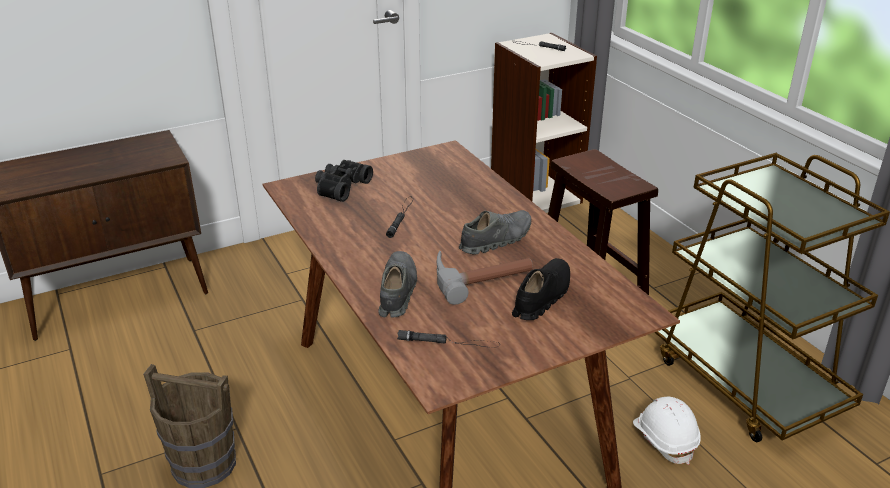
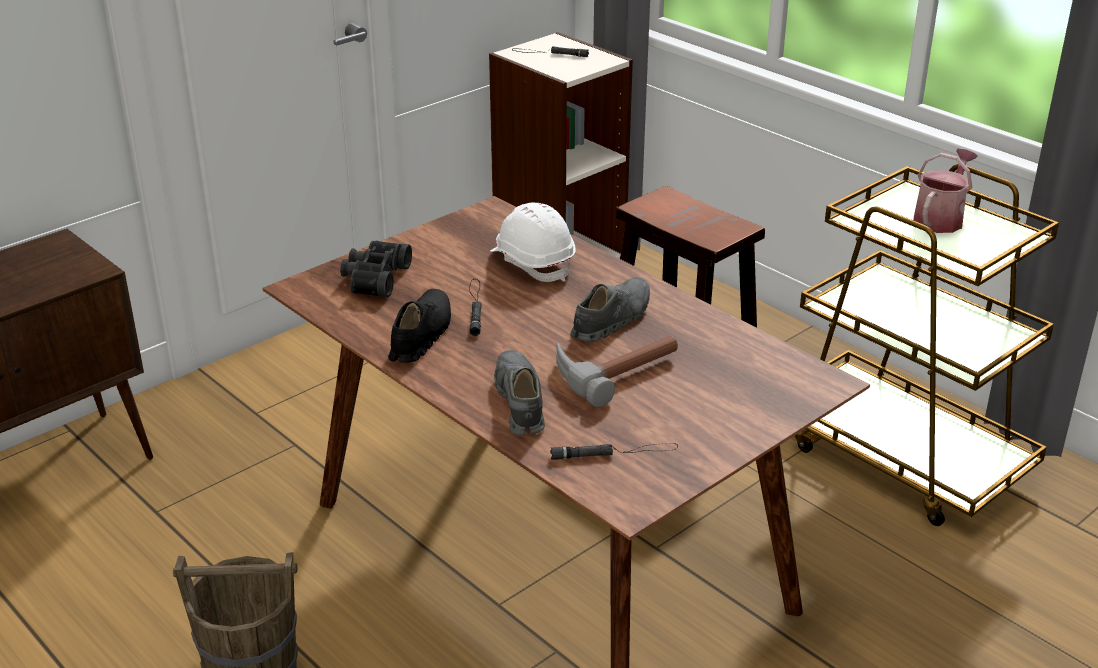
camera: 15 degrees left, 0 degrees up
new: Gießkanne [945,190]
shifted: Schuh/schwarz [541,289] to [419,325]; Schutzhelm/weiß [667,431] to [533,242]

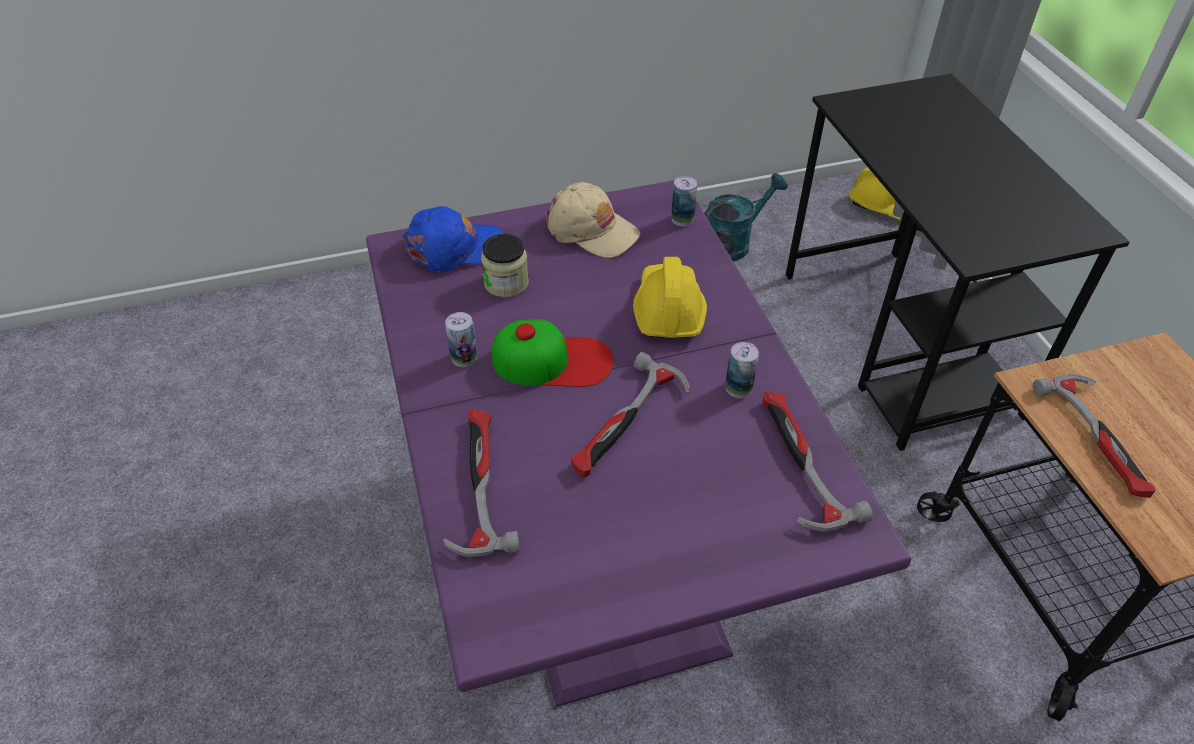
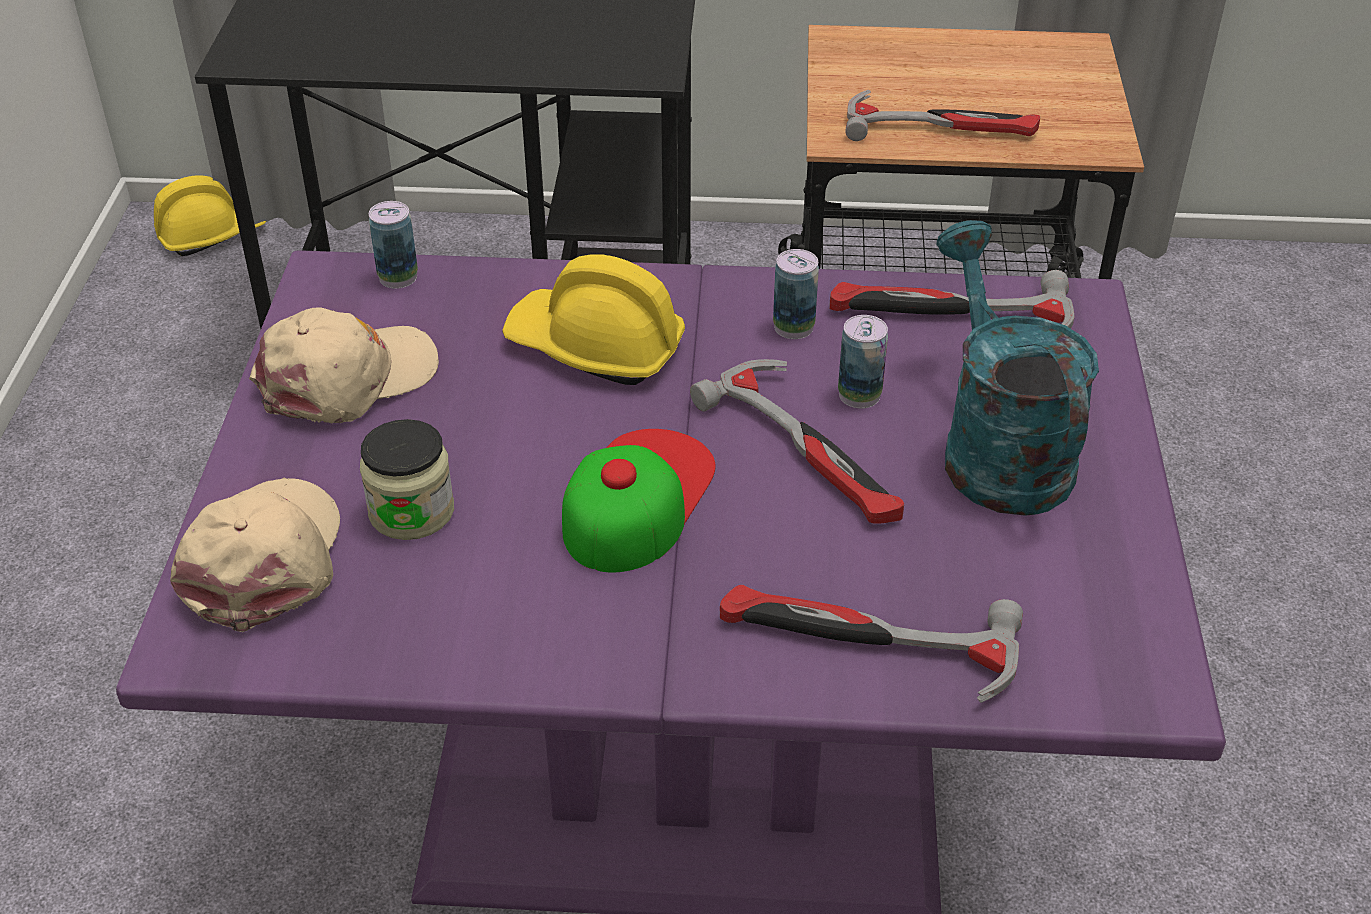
camera: 70 degrees left, 5 degrees down
shifted: Dose [461,339] to [863,361]; Gießkanne/türkis [746,217] to [1017,368]
repainted: Kappe/blau [454,239] to Kappe/beige [255,555]

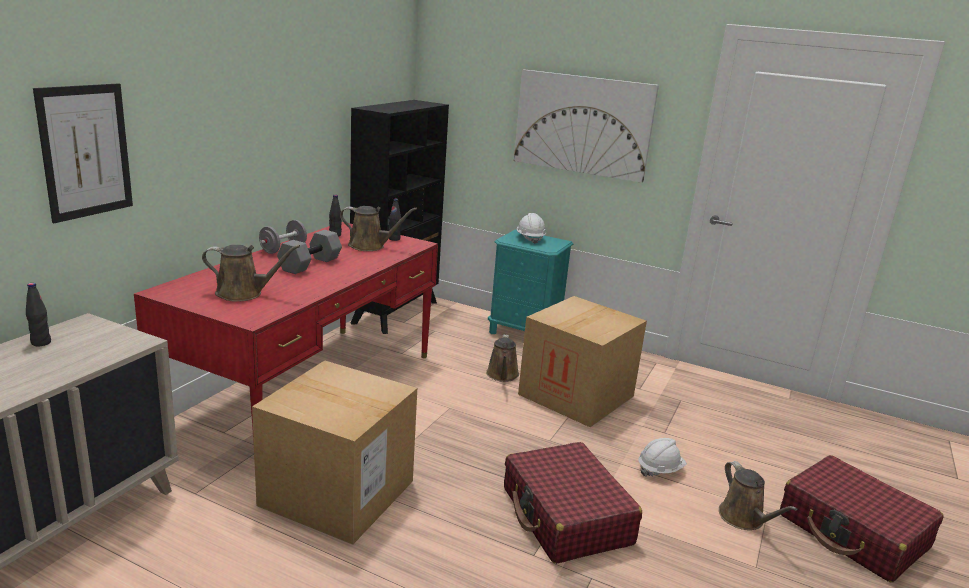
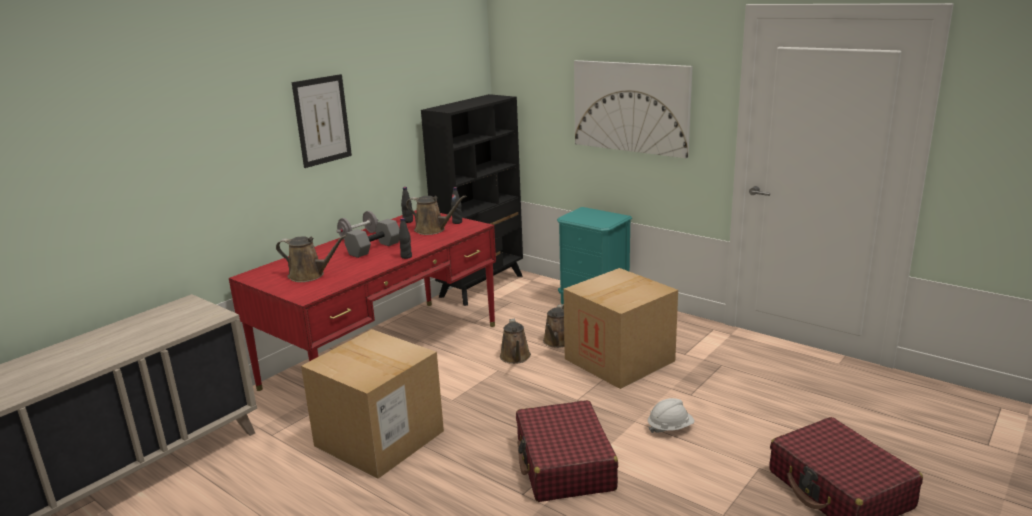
camera: 15 degrees right, 0 degrees up
gone: Schutzhelm/weiß [531,228]
shifted: Bild [83,153] to [322,121]; Flasche/schwarz [38,314] to [405,238]; Gießkanne/braun [758,495] to [515,341]

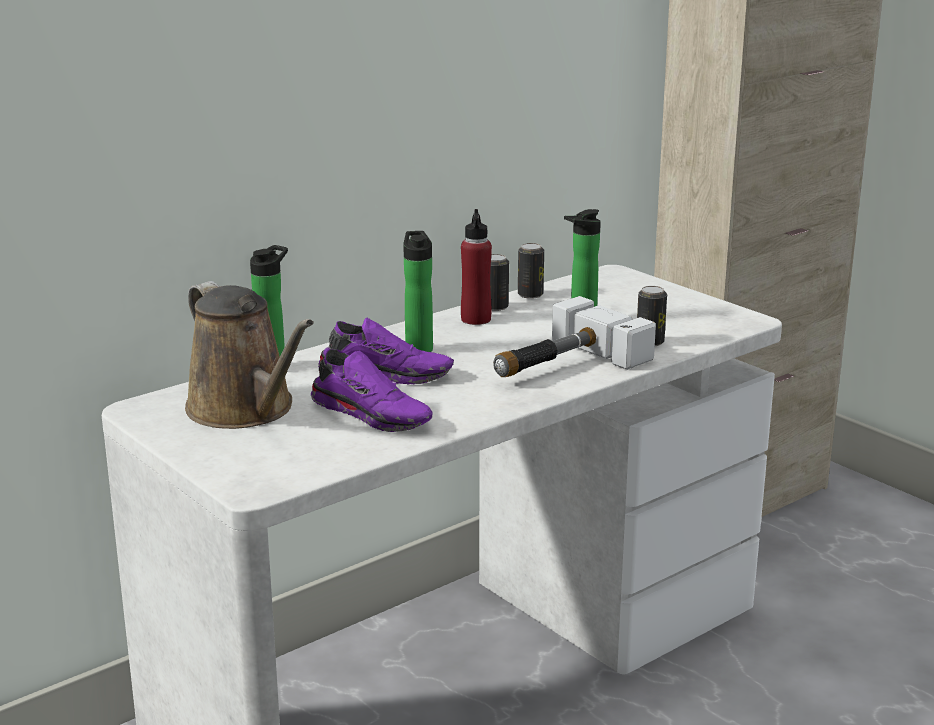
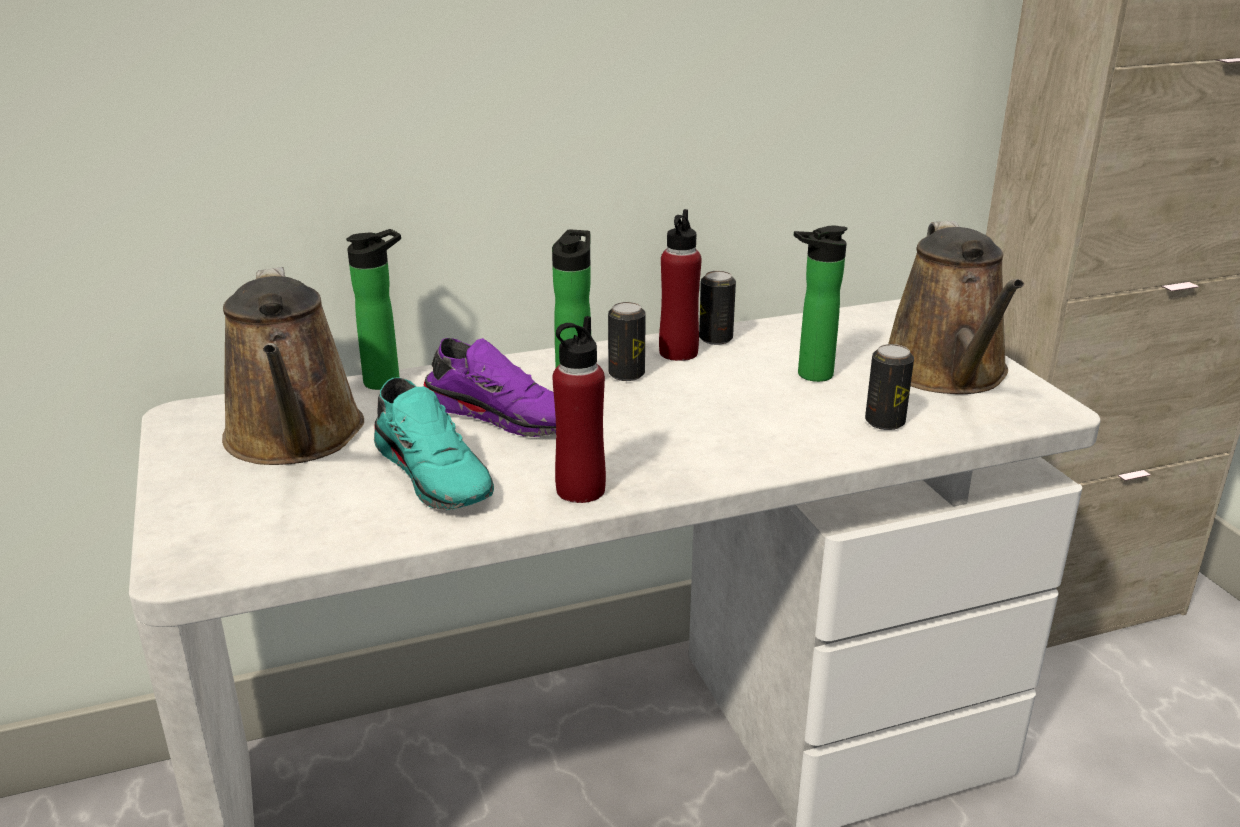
camera: 20 degrees right, 5 degrees up
gone: Hammer [574,336]
new: Flasche/rot [579,409]; Gießkanne/braun [956,307]
shifted: Dose [531,271] to [627,341]
repainted: Schuh/lila [372,390] to Schuh/türkis [434,443]

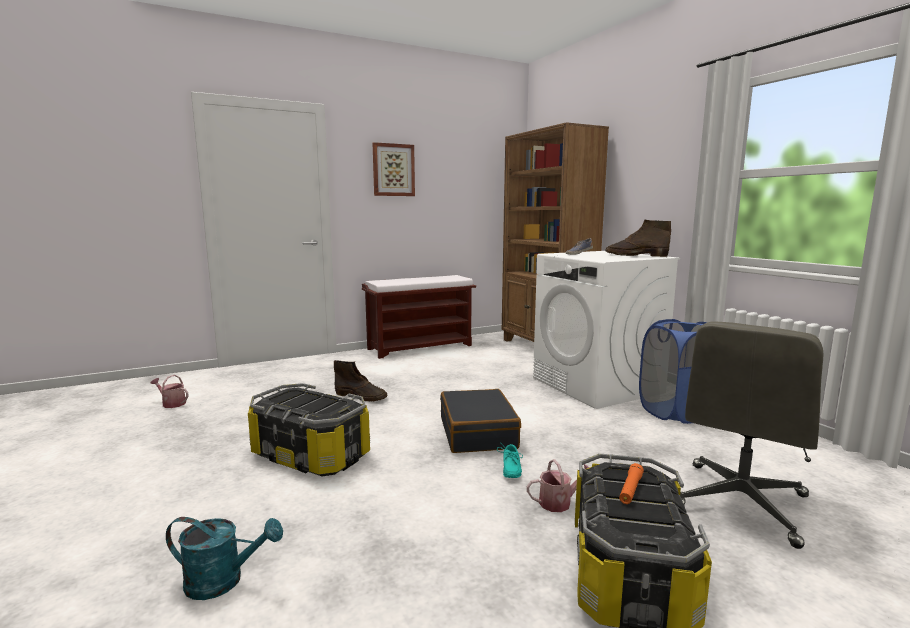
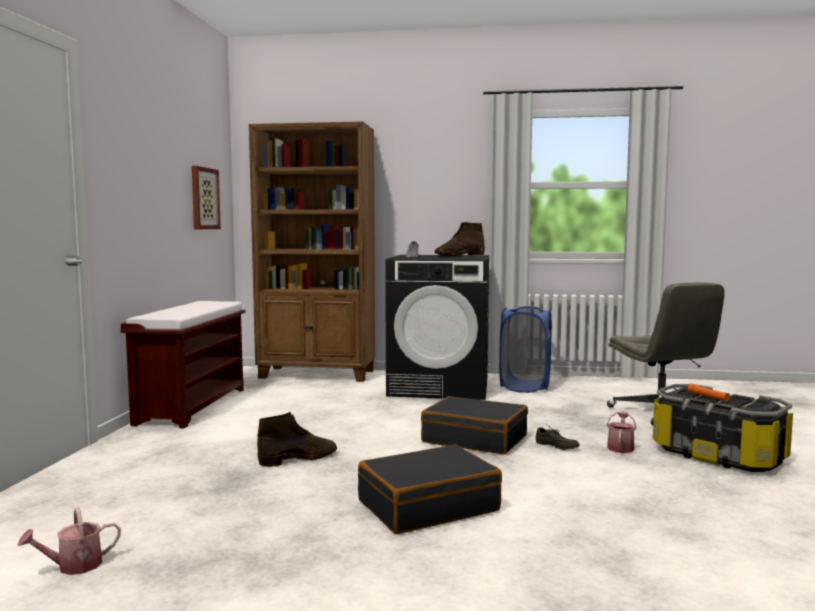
camera: 55 degrees left, 5 degrees down
gone: Gießkanne/türkis [224,558]
shifted: Bild [394,169] to [206,197]
swapped: Aufbewahrungsbox [309,429] to Koffer/schwarz [430,489]
repainted: Waschmaschine/weiß [606,330] to Waschmaschine/schwarz [437,327]; Schuh/türkis [510,460] to Schuh/grau [558,437]

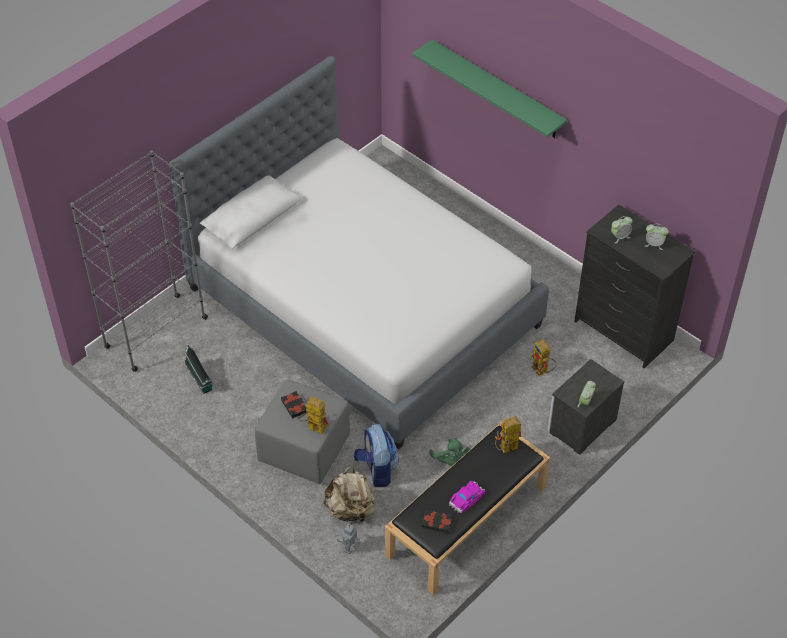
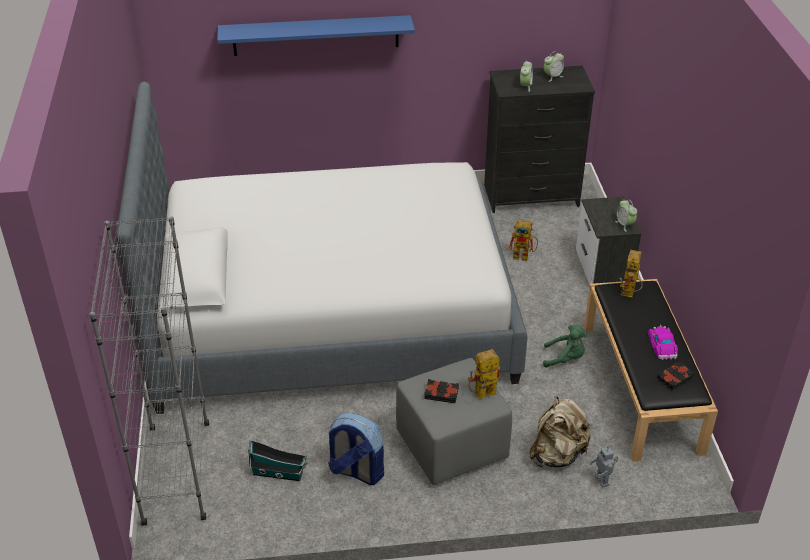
camera: 50 degrees left, 10 degrees down
shifted: Rucksack [376,455] to [356,449]
repainted: Wandregal/grün [489,89] to Wandregal/blau [316,35]

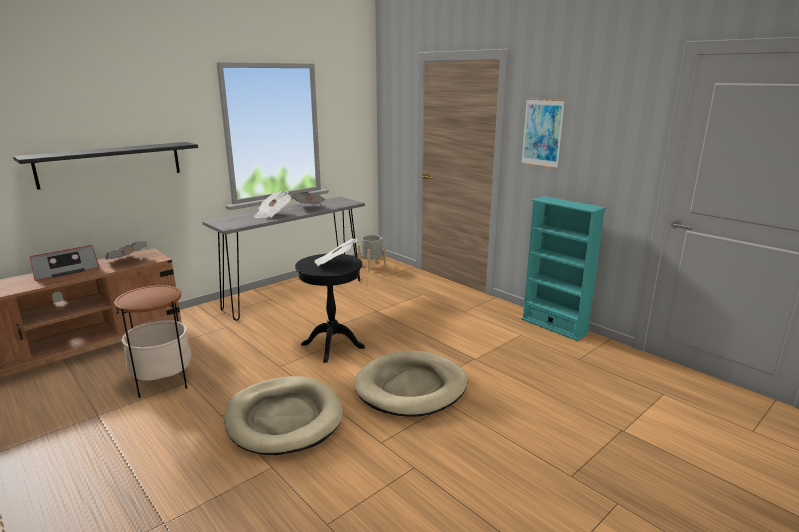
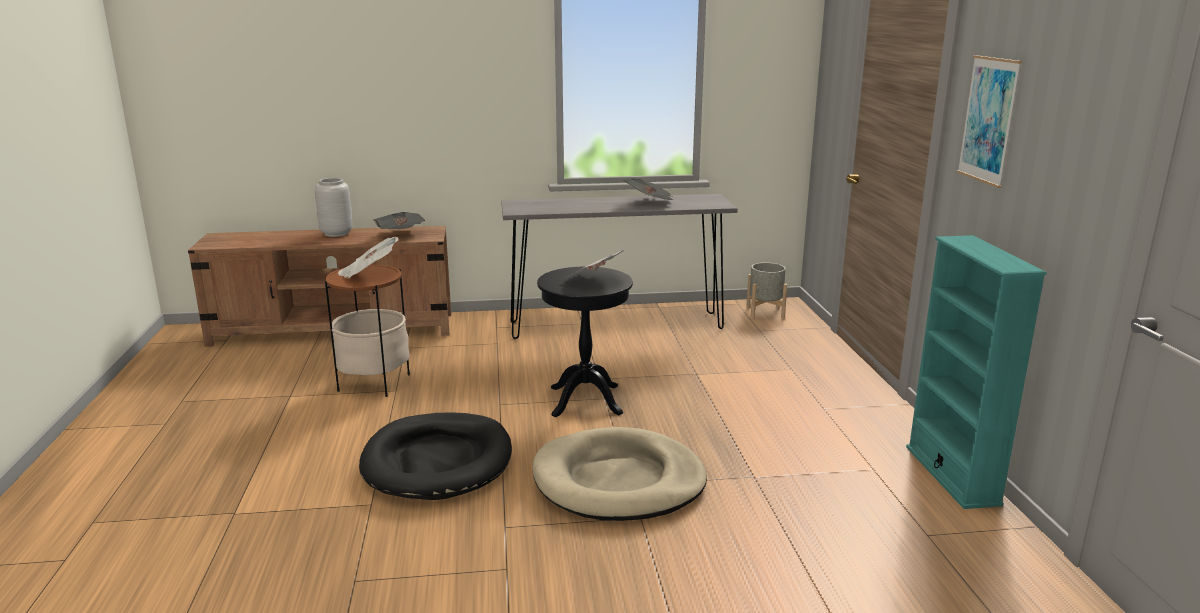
camera: 35 degrees right, 0 degrees up
gone: Wandregal/schwarz [105,166]
shifted: Zeitung [272,204] to [368,257]
swapped: Radio [64,263] to Vase/grau [334,207]
repainted: Hundebett/beige [283,415] to Hundebett/schwarz [435,456]

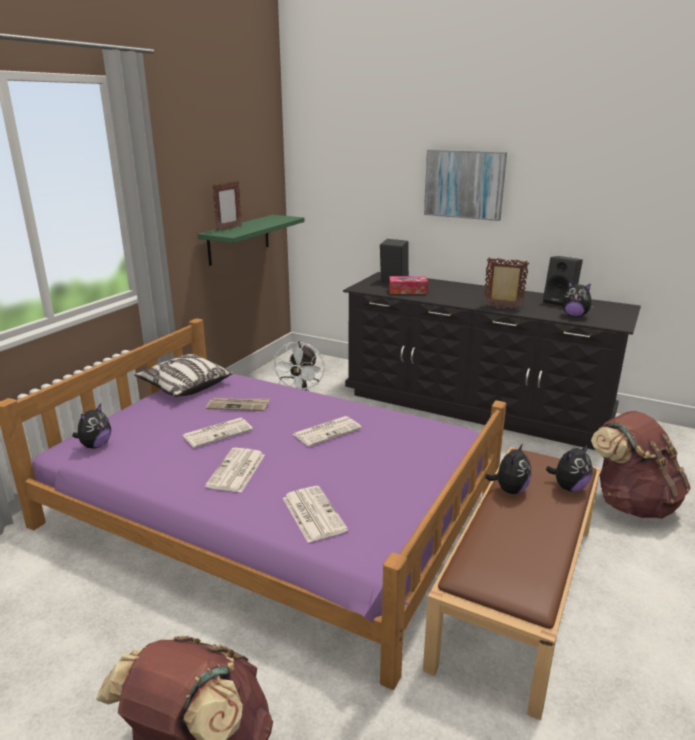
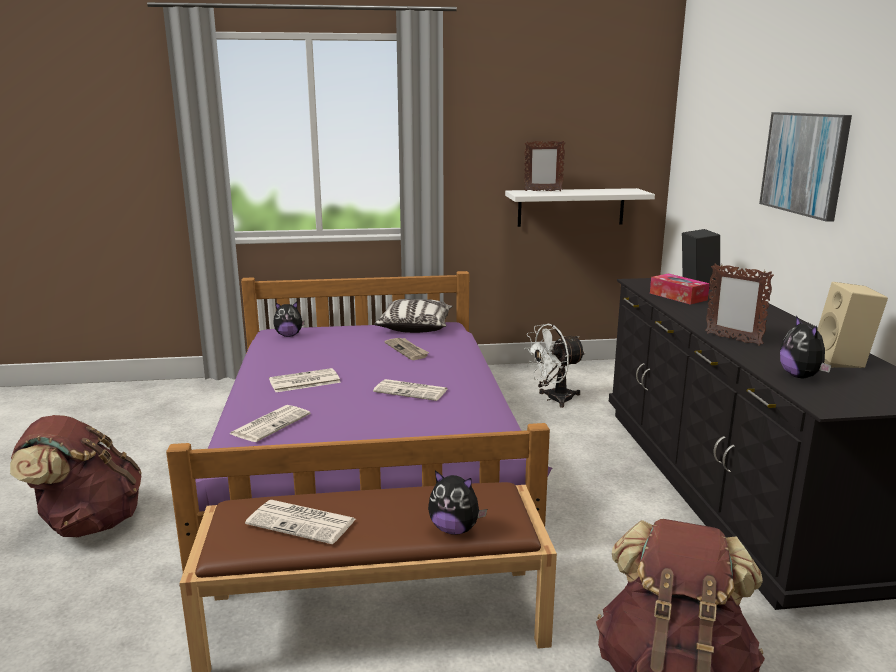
camera: 55 degrees right, 5 degrees down
gone: Plüschtier [508,468]
shifted: Zeitung [217,433] to [300,522]
repainted: Wandregal/grün [251,240] to Wandregal/weiß [580,207]; Lautsprecher/schwarz [563,281] to Lautsprecher/beige [852,325]
rotated: Bilderrahmen [506,283] = [739,305] 150 degrees clockwise

